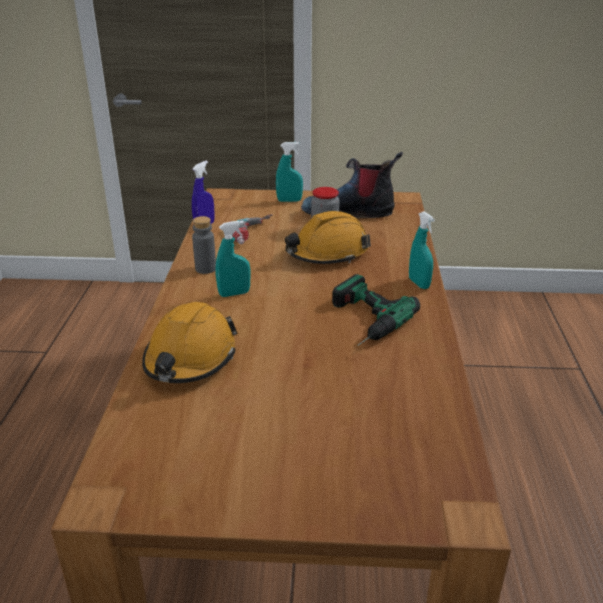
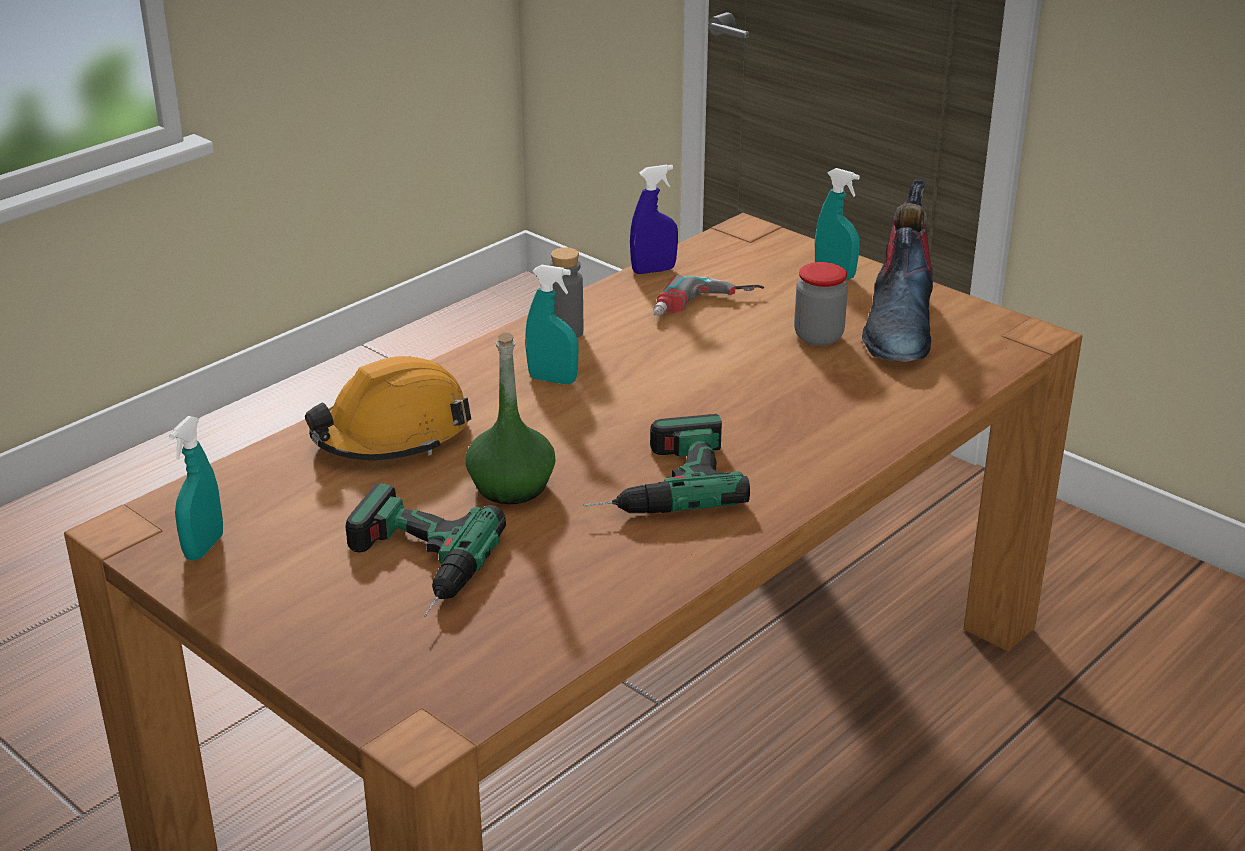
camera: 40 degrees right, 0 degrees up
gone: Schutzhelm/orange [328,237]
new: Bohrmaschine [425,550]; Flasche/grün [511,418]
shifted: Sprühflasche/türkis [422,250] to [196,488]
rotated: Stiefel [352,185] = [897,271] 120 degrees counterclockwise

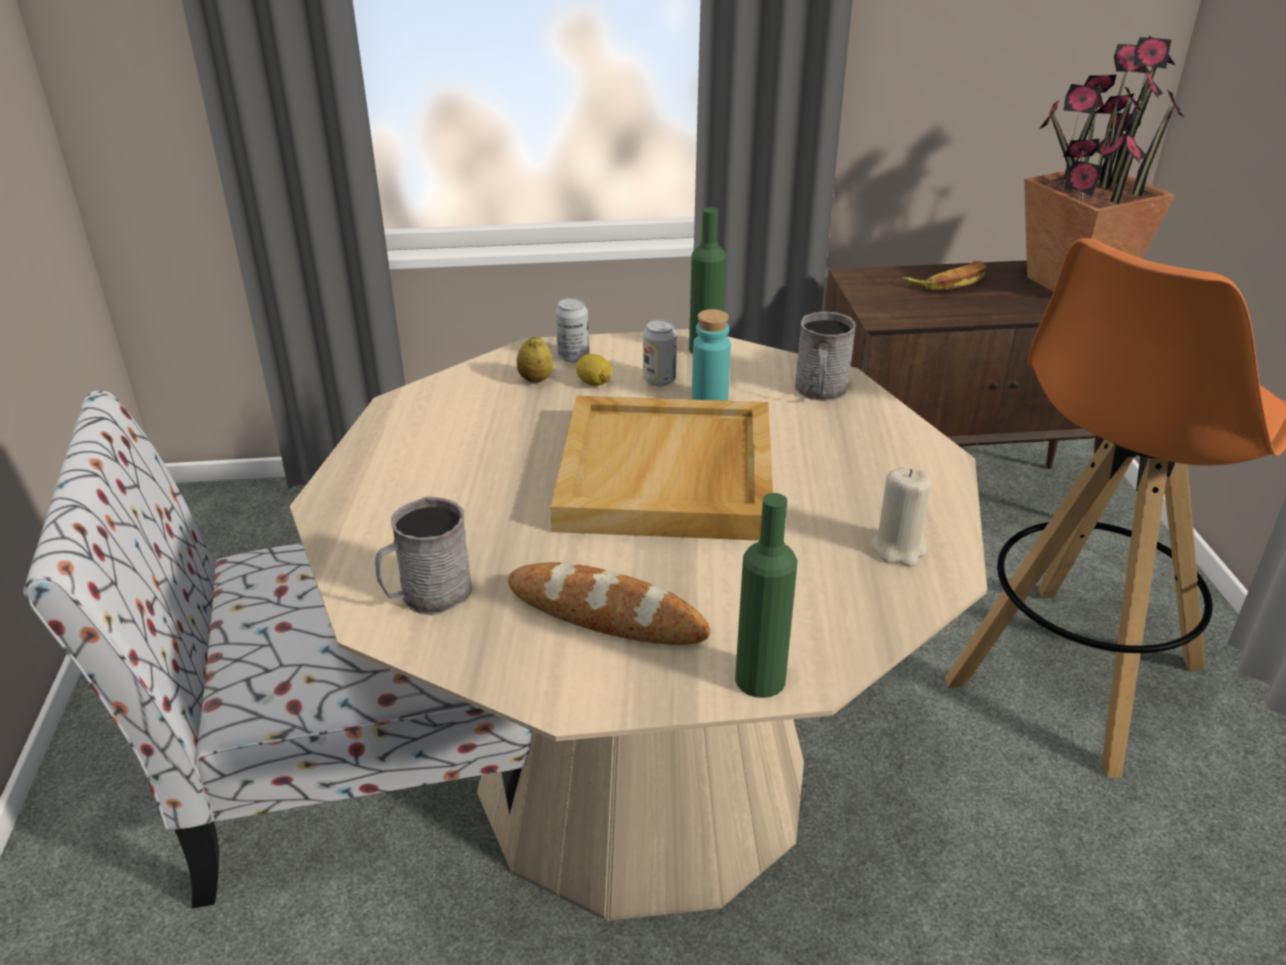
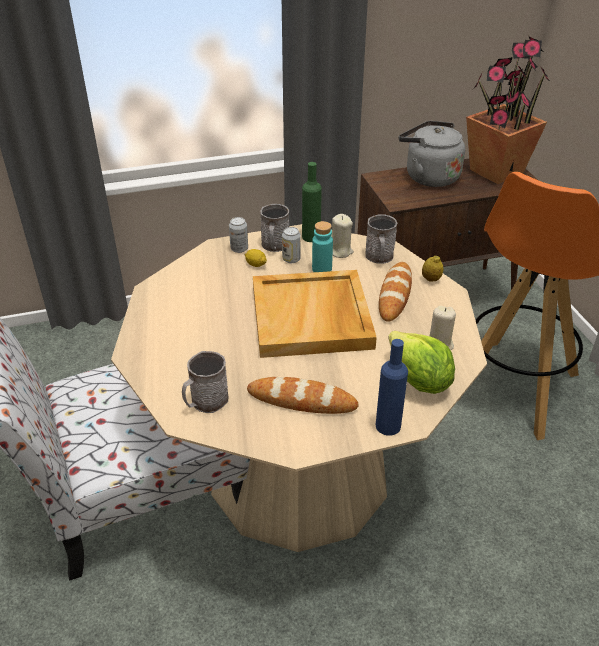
camera: 10 degrees left, 5 degrees up
new: Henkelbecher/grau [274,228]; Kerze/beige [343,236]; Brot [395,292]; Salatkopf [421,362]
shifted: Zitrone [535,359] to [432,268]
swapped: Banane [944,275] to Wasserkessel/grau [432,154]
repainted: Flasche/grün [766,595] to Flasche/blau [392,387]

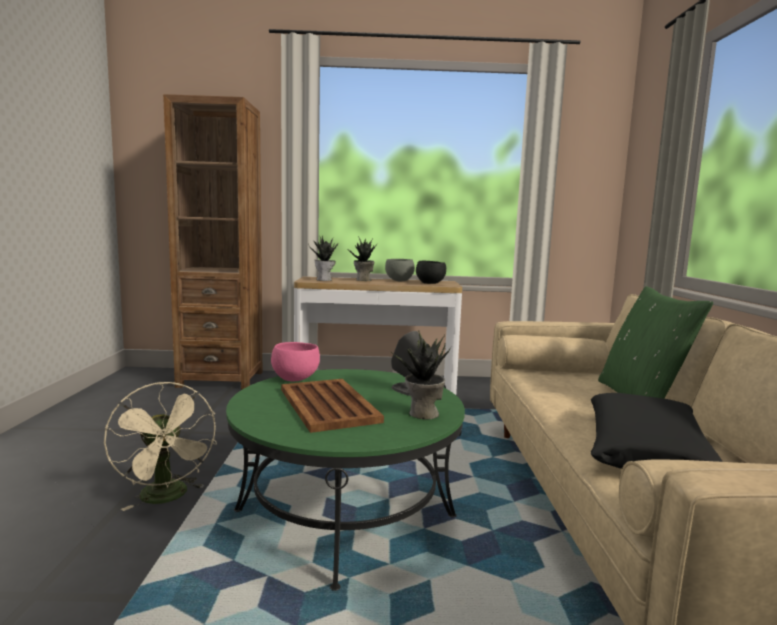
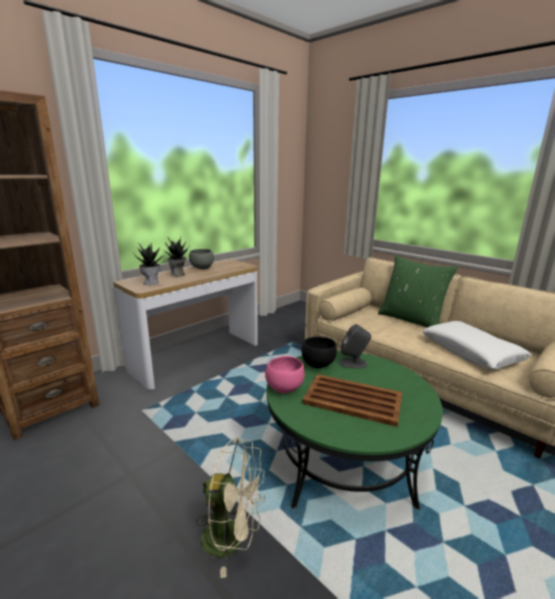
camera: 45 degrees left, 10 degrees up
gone: Topfpflanze [420,374]
shifted: Schüssel/schwarz [431,272] to [319,352]
repainted: Kissen/schwarz [657,431] to Kissen/weiß [477,345]

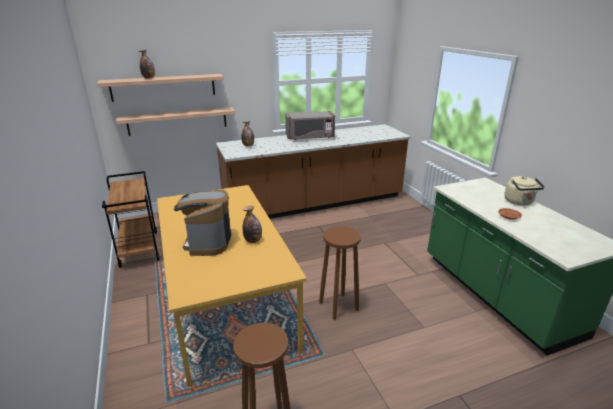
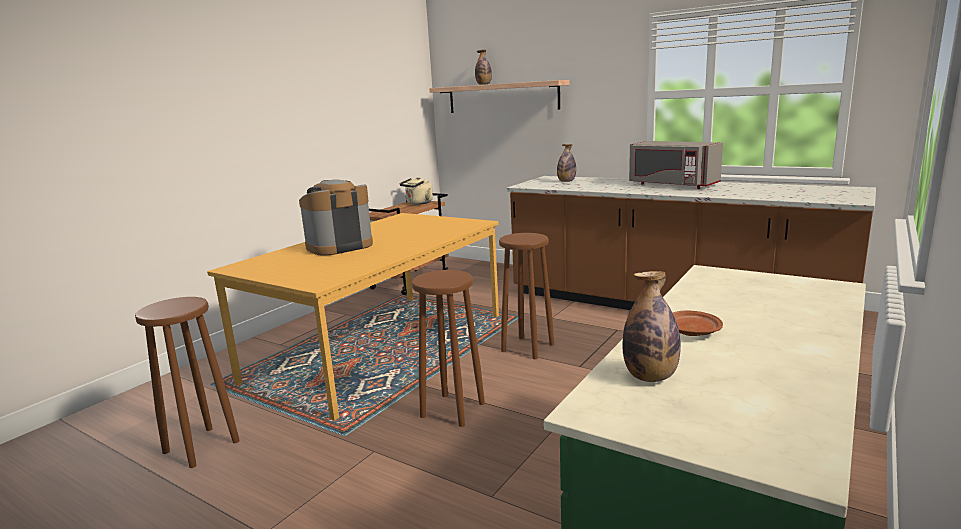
camera: 55 degrees right, 10 degrees down
gone: Wandregal [175,121]
new: Hocker/braun [526,296]
shifted: Wasserkessel/beige [524,191] to [416,191]; Flasche [252,224] to [651,326]

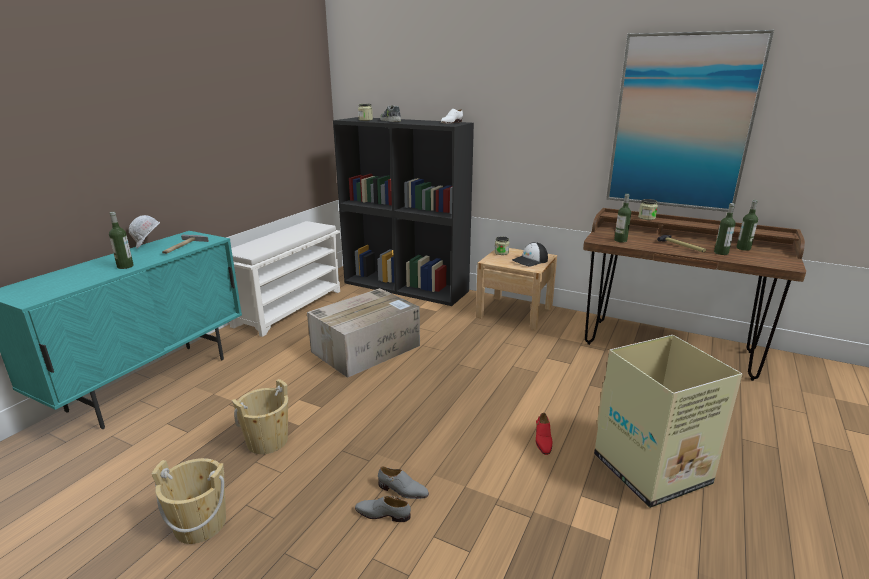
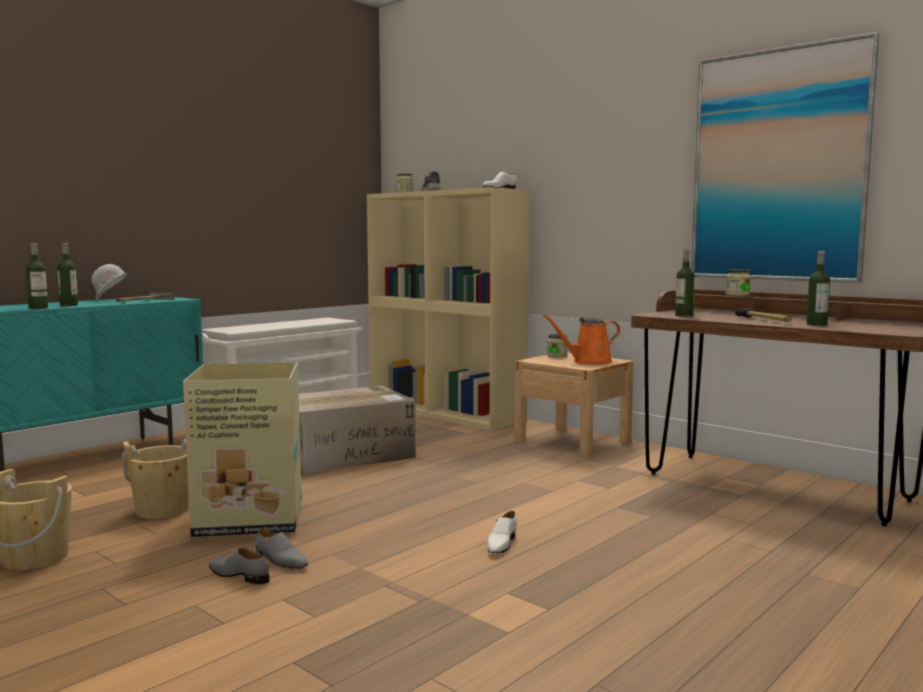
camera: 15 degrees right, 15 degrees down
shifted: Flasche [747,225] to [37,276]; Karton [668,421] to [242,450]
swapped: Kappe [530,254] to Gießkanne/orange [581,339]
repainted: Bücherregal/schwarz [403,211] to Bücherregal/beige [448,308]; Schuh/rot [544,434] to Schuh/weiß [502,532]

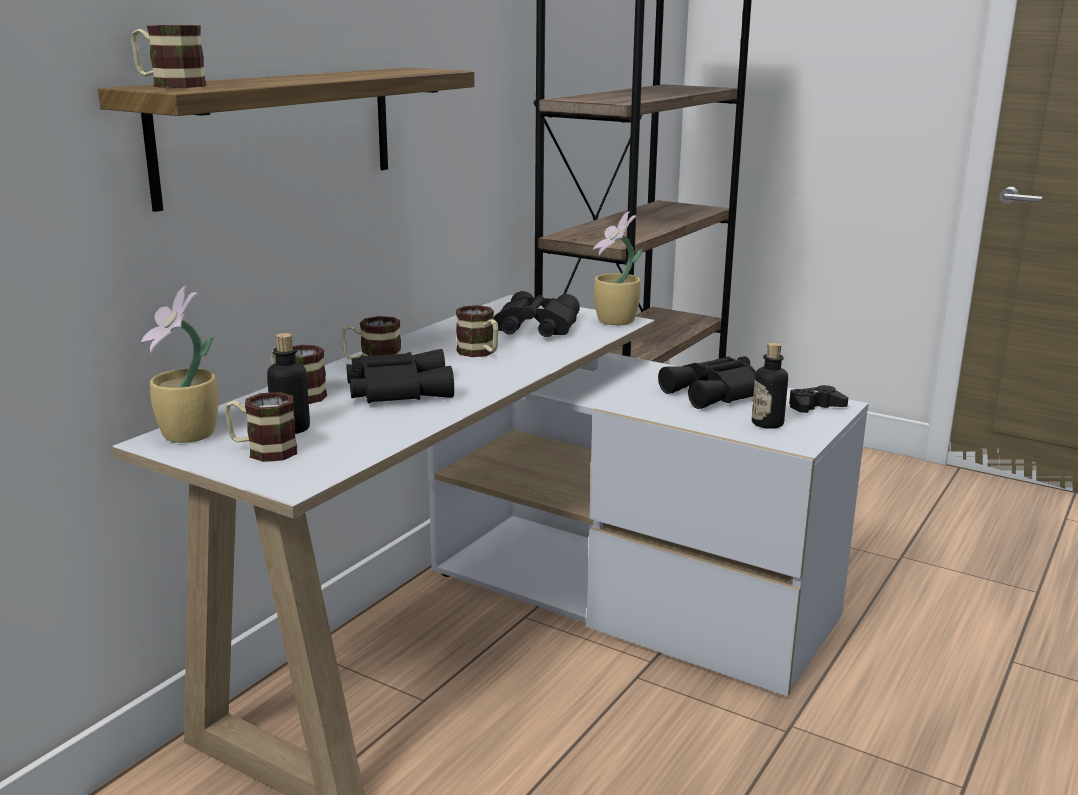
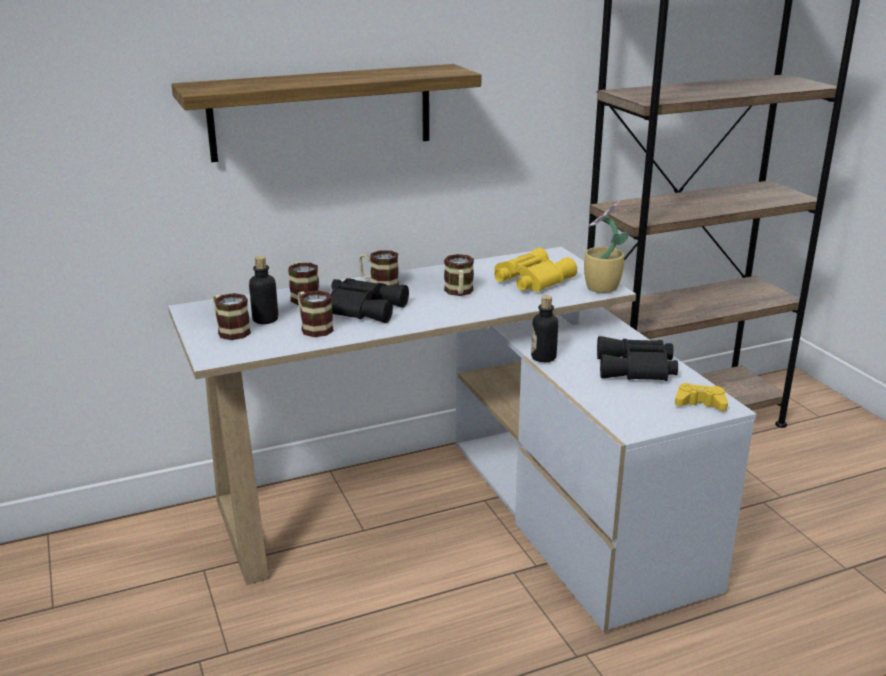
camera: 35 degrees right, 5 degrees up
gone: Topfpflanze [179,364]
shifted: Henkelbecher [169,56] to [316,314]; Flasche [770,385] to [544,329]
repainted: Fernglas/schwarz [536,314] to Fernglas/gelb [535,270]; Gamepad/schwarz [818,399] to Gamepad/gelb [701,397]

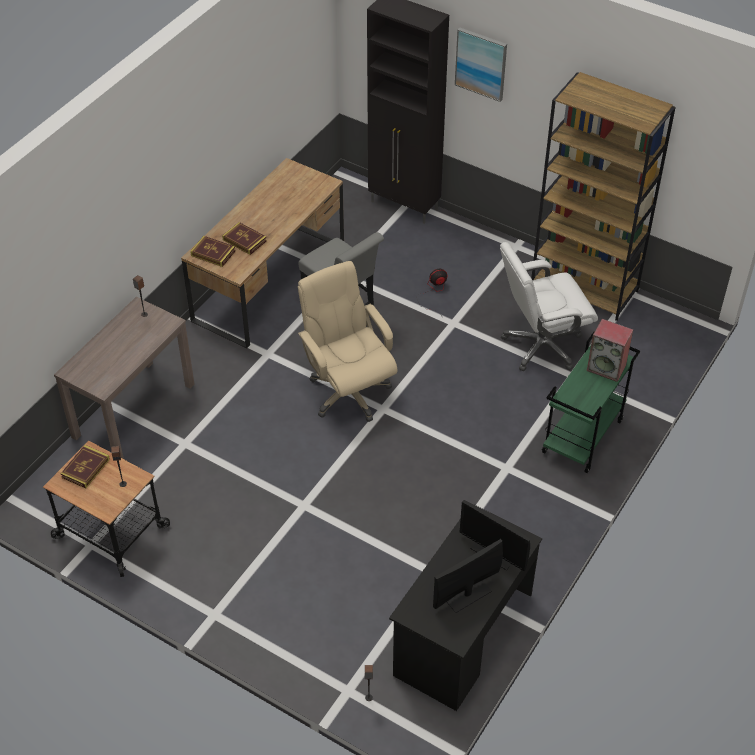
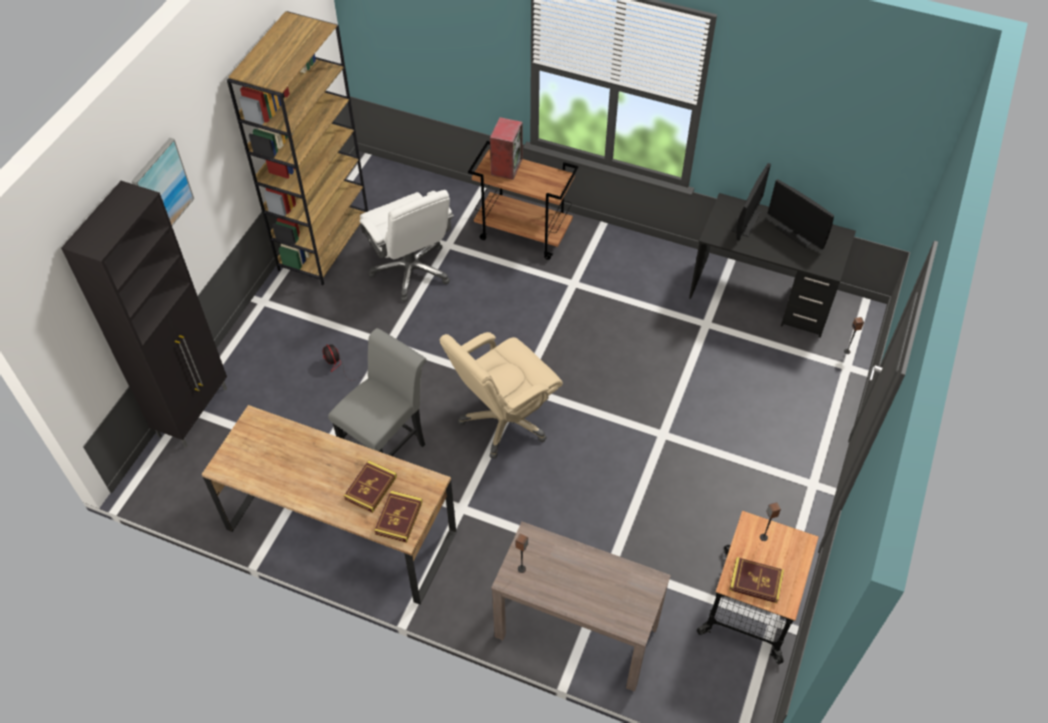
camera: 100 degrees left, 5 degrees up
repainted: Rollwagen/grün [591,402] to Rollwagen/braun [523,200]

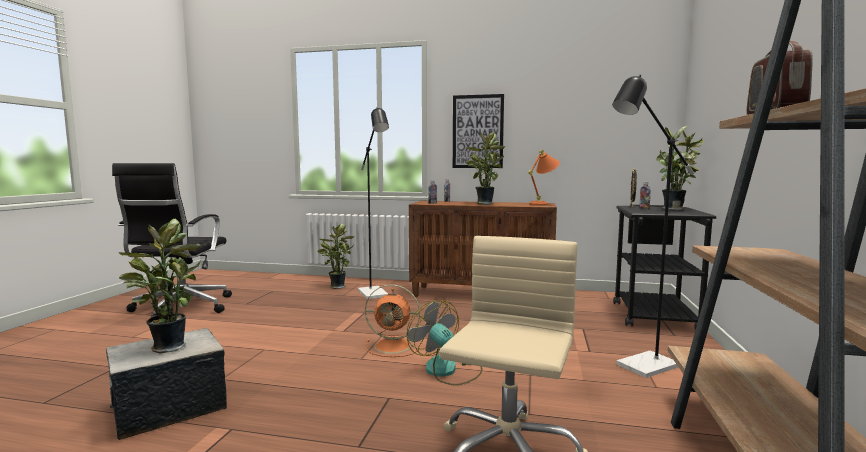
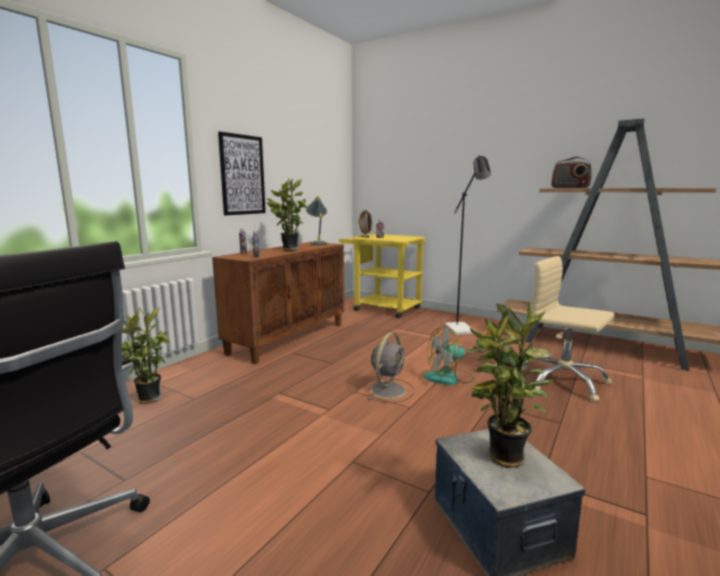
camera: 70 degrees left, 5 degrees up
gone: Stehlampe/schwarz [373,203]; Topfpflanze [680,168]
repainted: Tischlampe/orange [544,178] to Tischlampe/grau [316,220]; Rollwagen/schwarz [664,267] to Rollwagen/gelb [382,276]; Ventilator/orange [393,320] to Ventilator/grau [390,367]

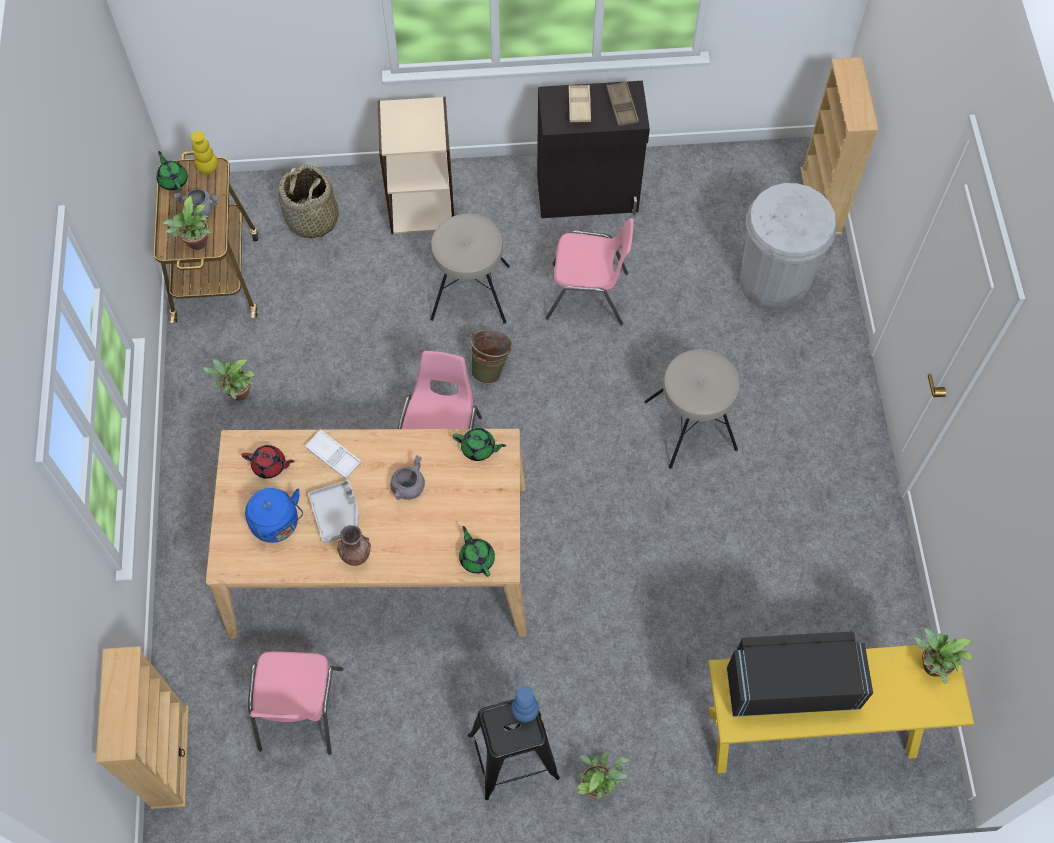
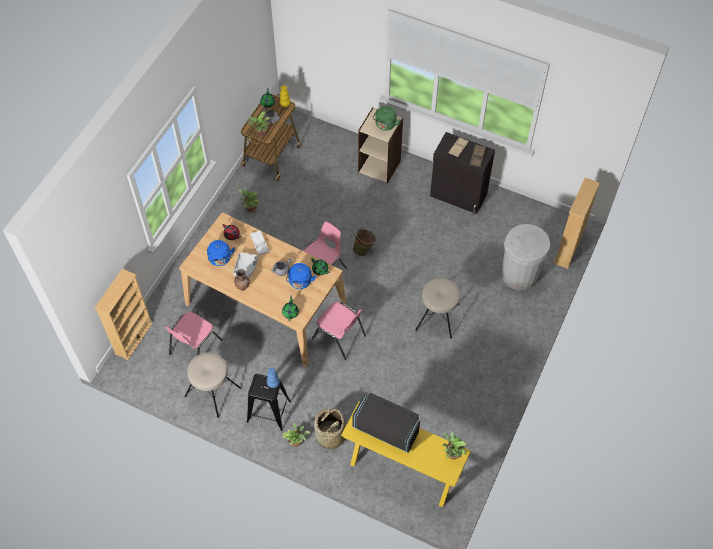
camera: 30 degrees right, 5 degrees down
new: Wasserkessel/blau [301,276]; Wasserkessel/grün [386,118]
shifted: Hocker/beige [470,269] to [212,385]; Stuhl/rosa [589,271] to [339,331]; Korb [308,202] to [330,430]

